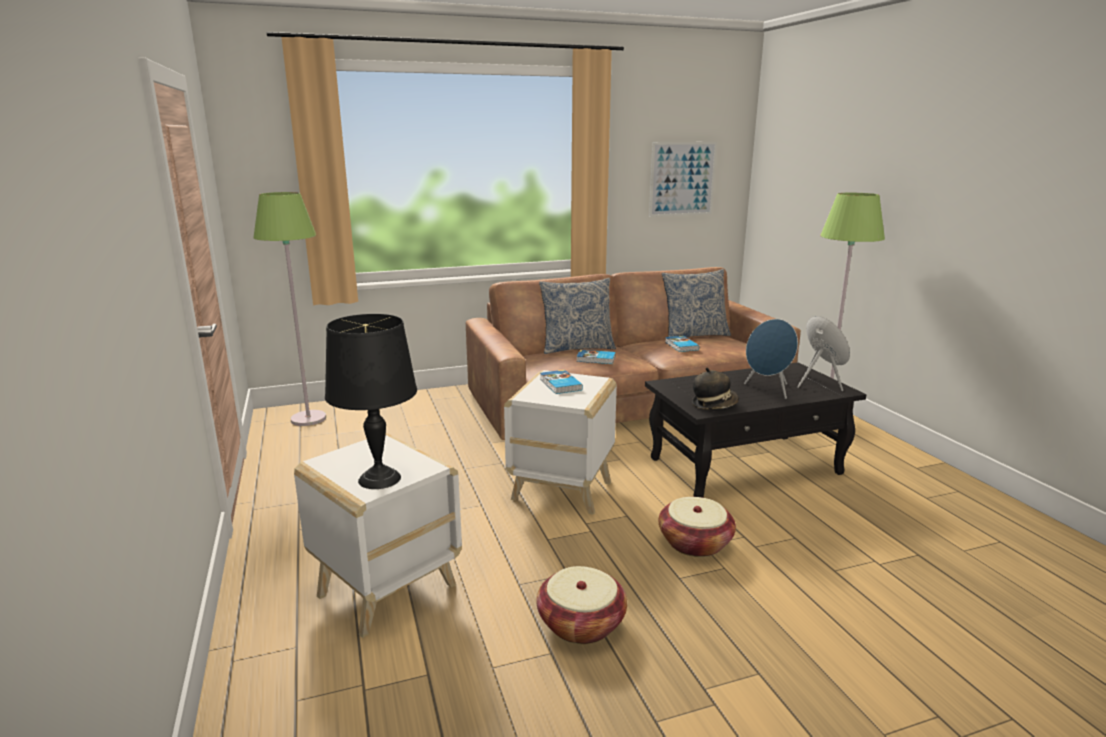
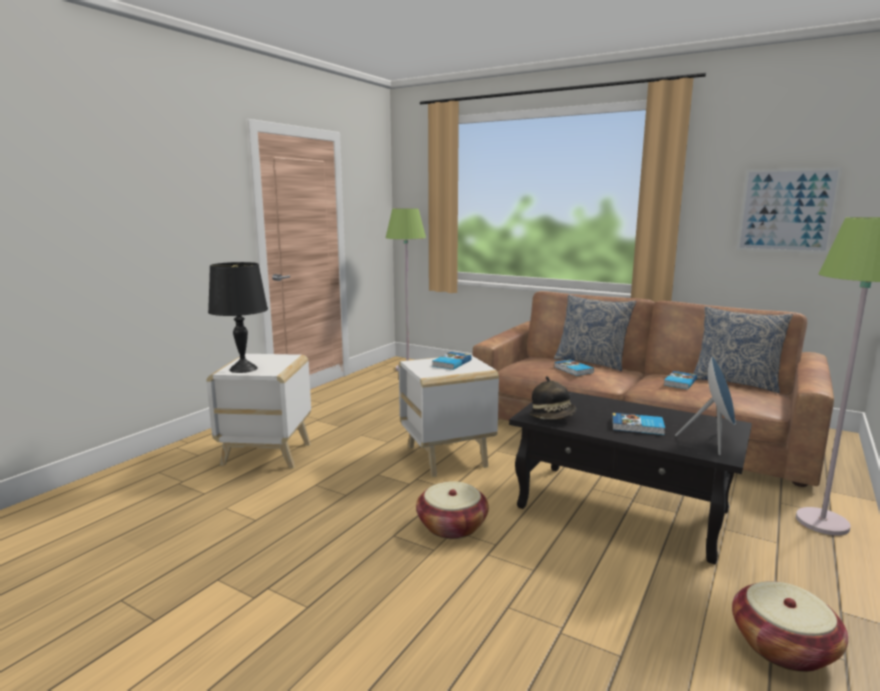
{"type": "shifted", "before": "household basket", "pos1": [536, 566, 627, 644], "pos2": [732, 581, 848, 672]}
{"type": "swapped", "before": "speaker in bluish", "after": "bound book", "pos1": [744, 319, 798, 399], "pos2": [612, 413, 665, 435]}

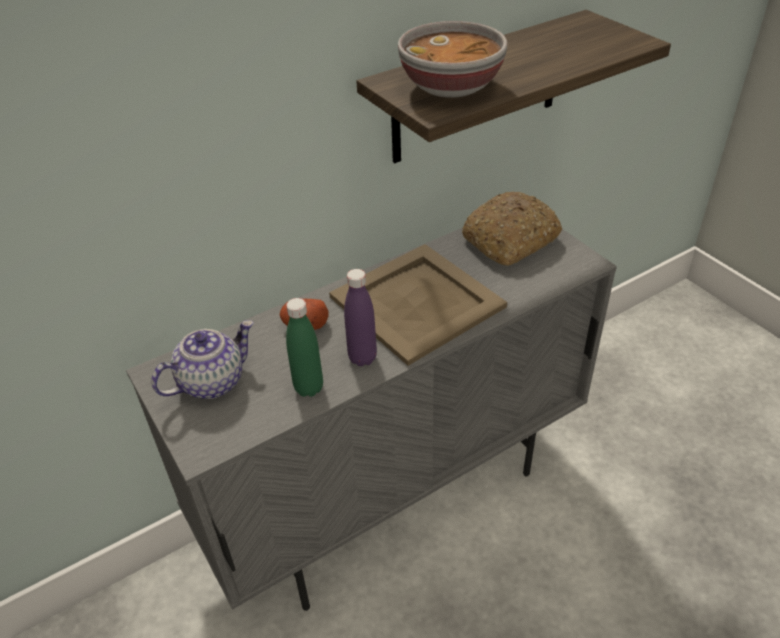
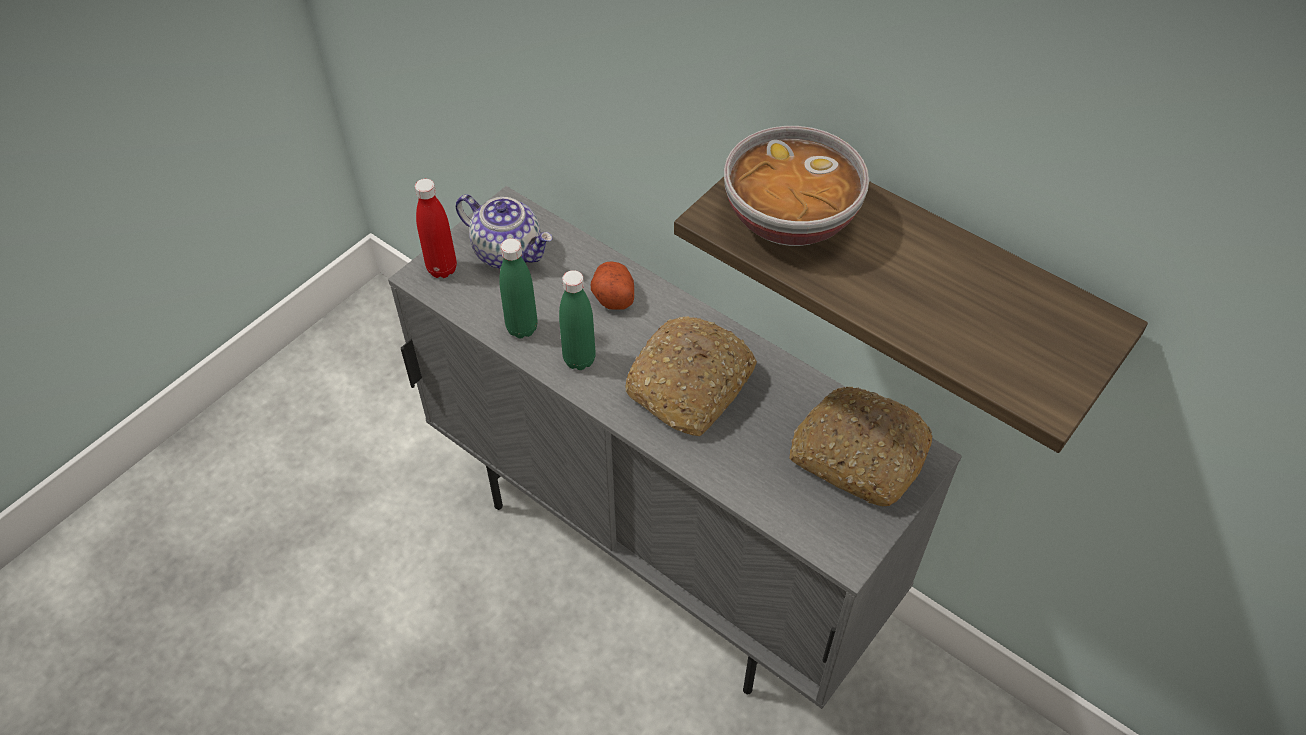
{"type": "swapped", "before": "tray in sand-coloured", "after": "baked bread", "pos1": [329, 244, 507, 366], "pos2": [625, 316, 757, 436]}
{"type": "repainted", "before": "bottle in purplish", "after": "bottle in greenish", "pos1": [344, 269, 377, 366], "pos2": [559, 270, 596, 370]}
{"type": "new", "after": "bottle in red-coloured", "pos2": [415, 179, 457, 278]}

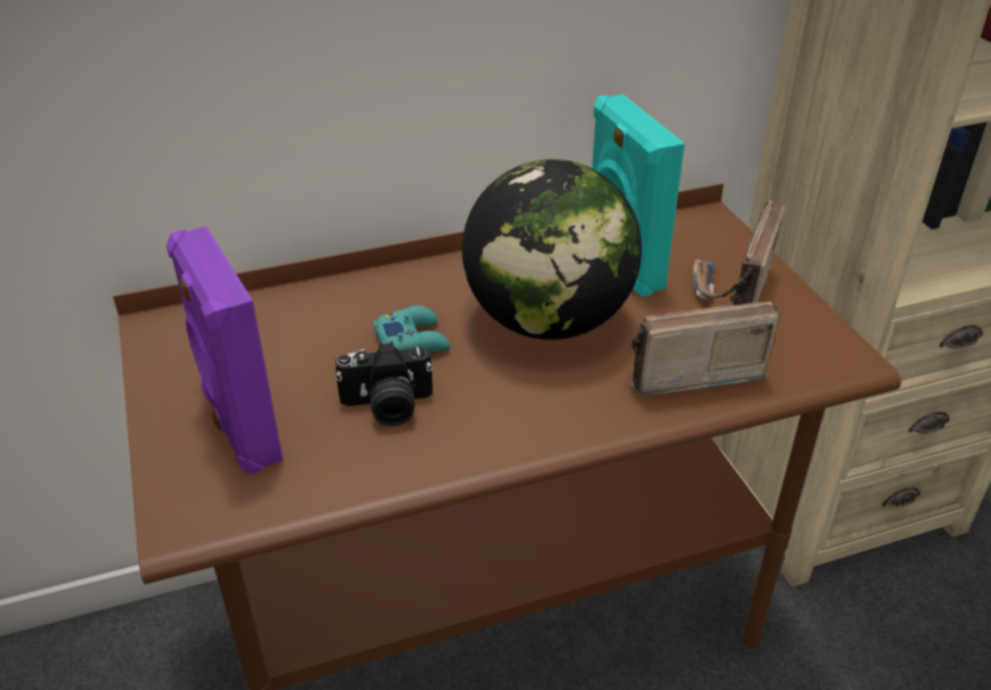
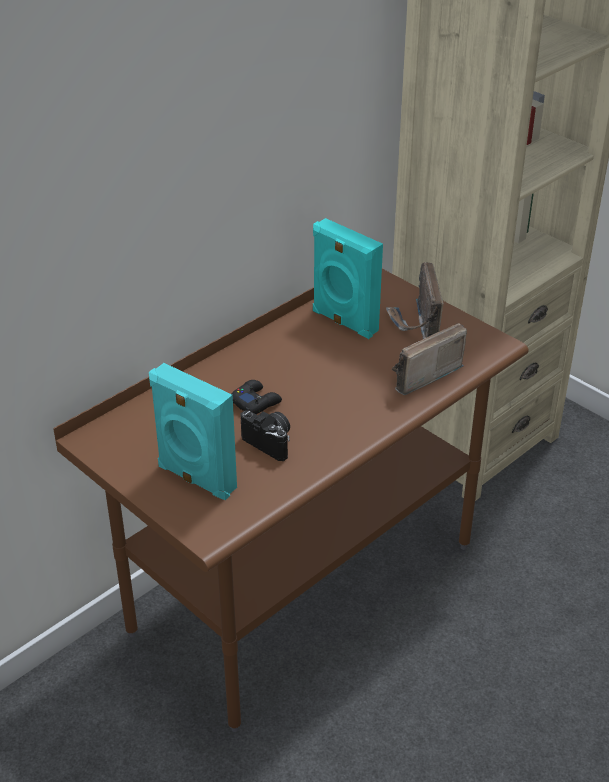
{"type": "repainted", "before": "speaker in purplish", "after": "speaker in turquoise", "pos1": [166, 226, 283, 475], "pos2": [149, 363, 237, 500]}
{"type": "rotated", "before": "still camera", "pos1": [335, 341, 433, 426], "pos2": [240, 410, 290, 461], "turn": -105}
{"type": "repainted", "before": "game controller in turquoise", "after": "game controller in black-coloured", "pos1": [373, 306, 450, 353], "pos2": [231, 380, 282, 414]}
{"type": "gone", "before": "desk globe", "pos1": [462, 159, 642, 340]}

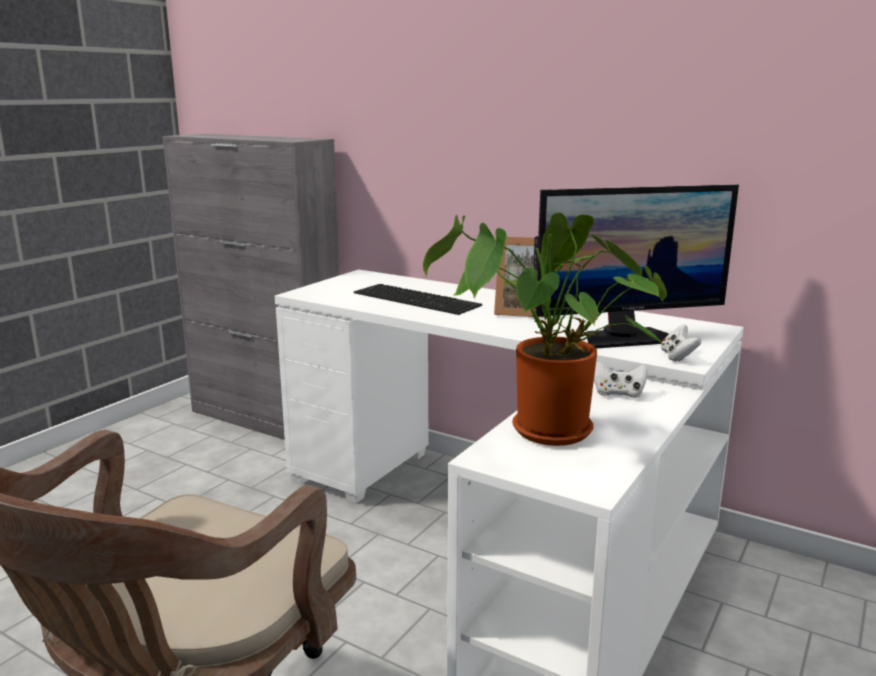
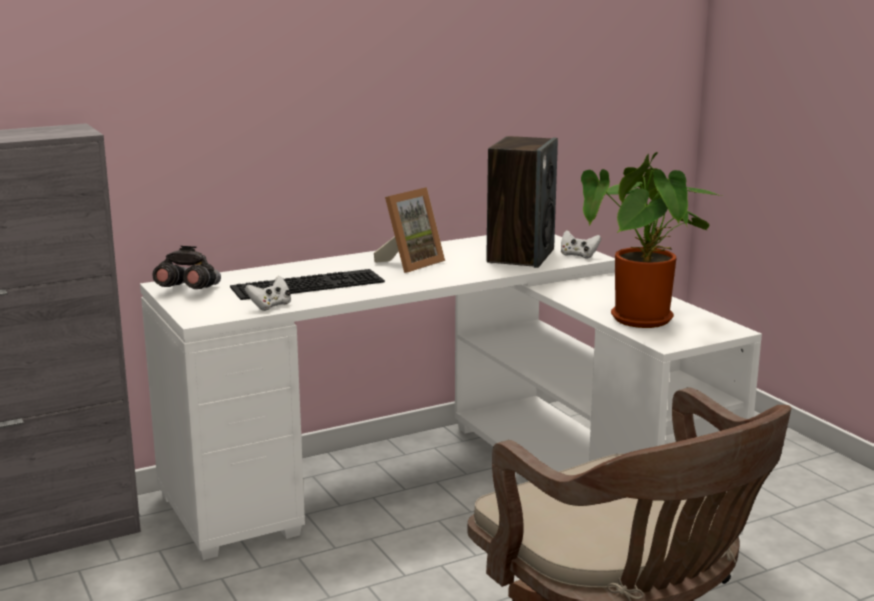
{"type": "swapped", "before": "monitor", "after": "speaker", "pos1": [533, 184, 739, 349], "pos2": [486, 136, 558, 268]}
{"type": "shifted", "before": "game controller in whitish", "pos1": [594, 361, 648, 398], "pos2": [245, 276, 291, 311]}
{"type": "new", "after": "pair of binoculars in grey", "pos2": [152, 246, 221, 289]}

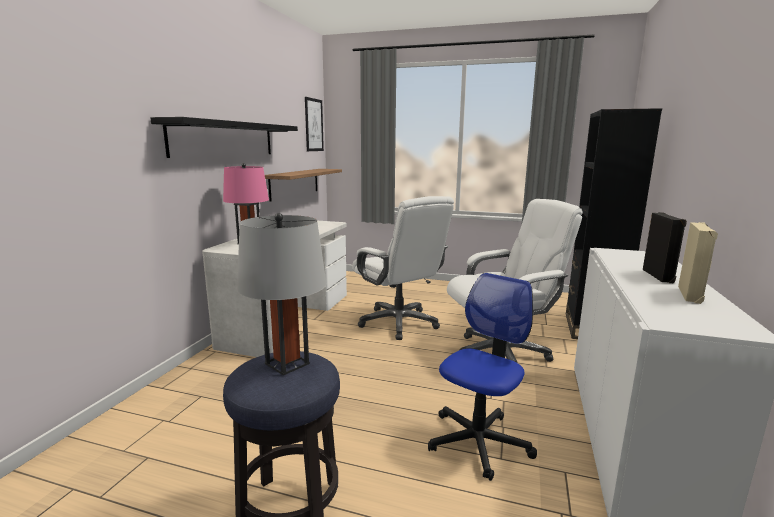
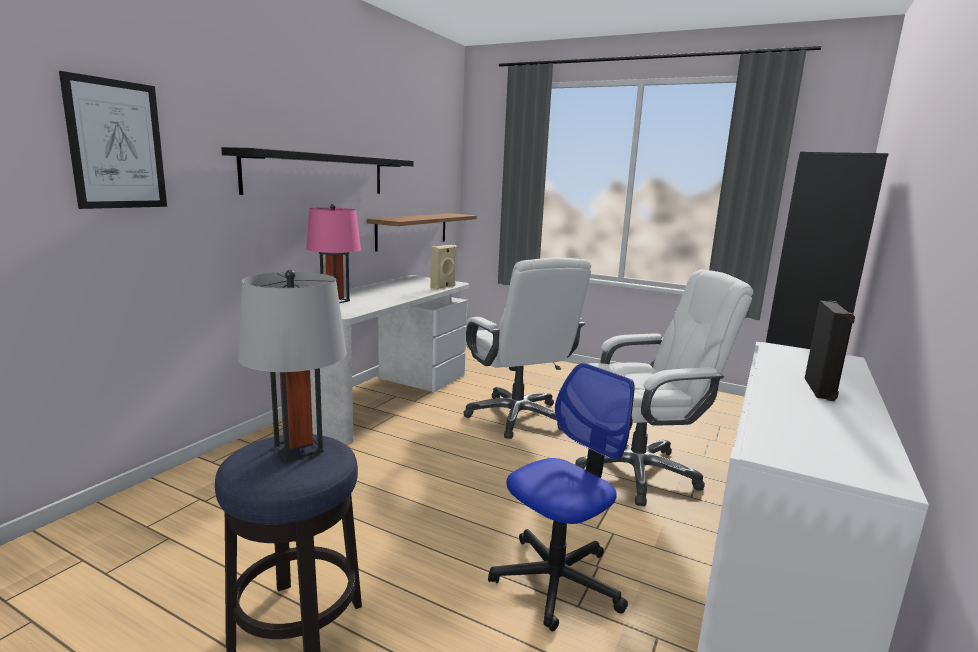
{"type": "shifted", "before": "wall picture", "pos1": [305, 97, 324, 151], "pos2": [59, 71, 167, 209]}
{"type": "shifted", "before": "speaker in sand-coloured", "pos1": [678, 222, 718, 304], "pos2": [430, 245, 456, 290]}

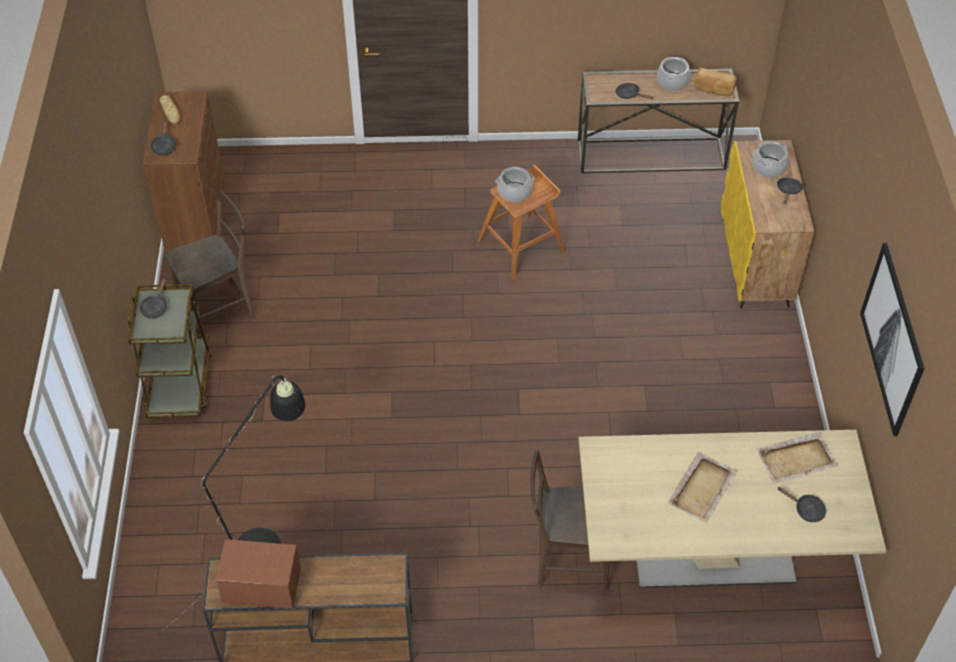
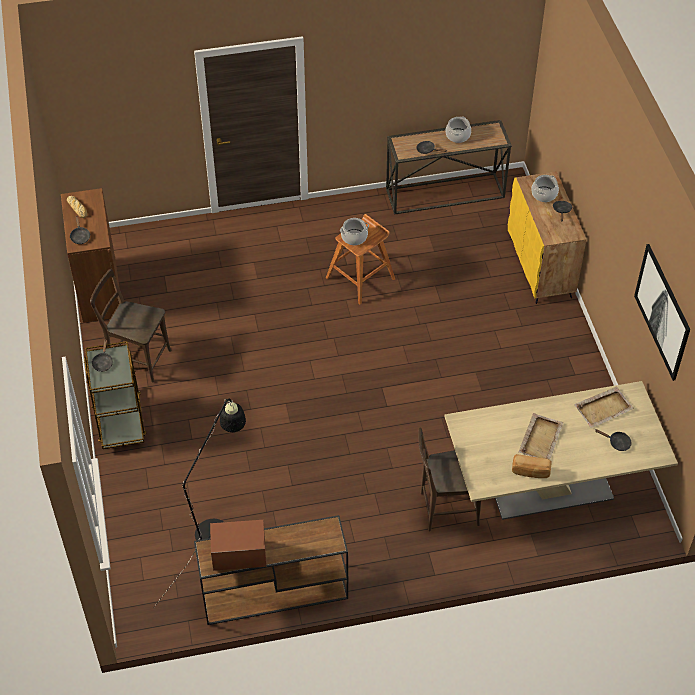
{"type": "rotated", "before": "upright chair in brown", "pos1": [164, 190, 254, 338], "pos2": [90, 269, 171, 382], "turn": -120}
{"type": "shifted", "before": "baked bread", "pos1": [694, 68, 737, 96], "pos2": [512, 454, 551, 478]}

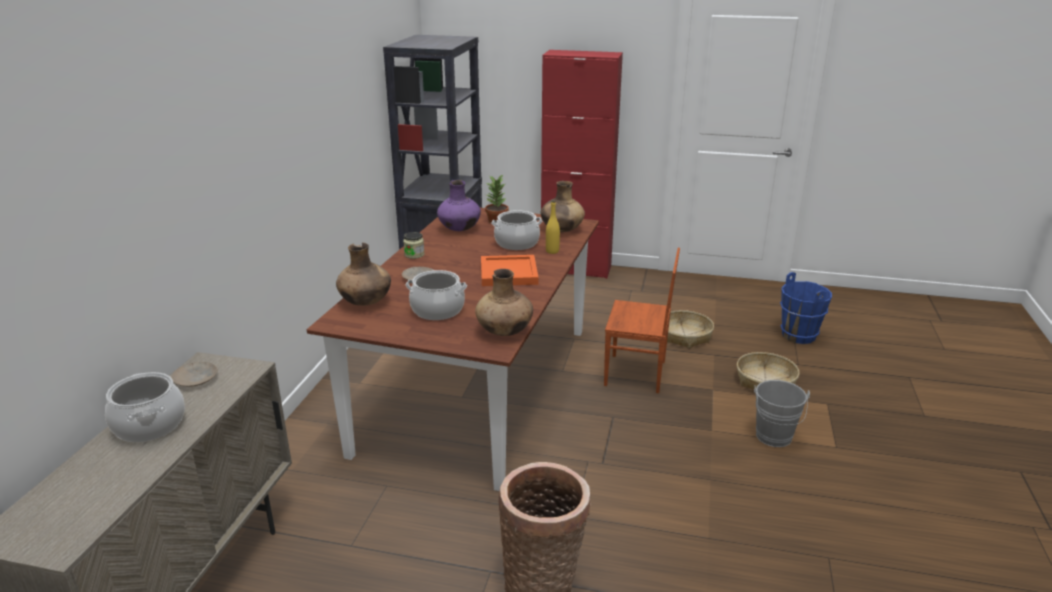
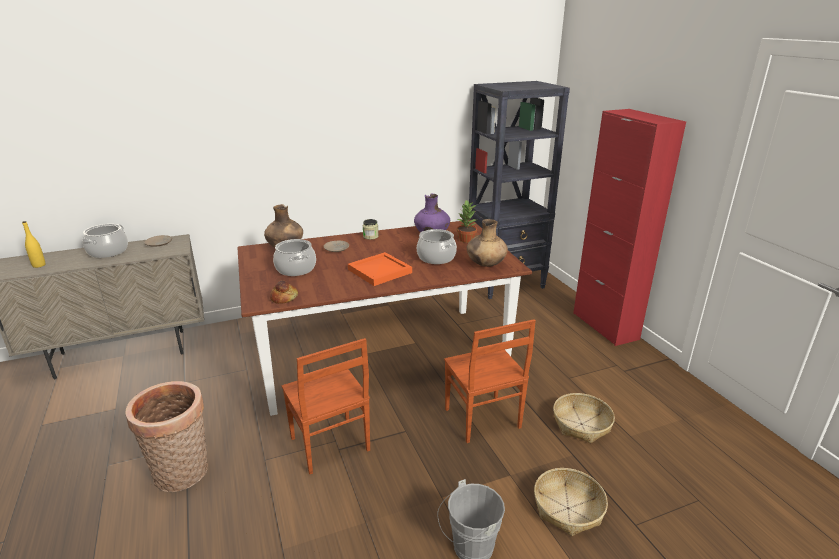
{"type": "swapped", "before": "flower vase in brown", "after": "baked bread", "pos1": [475, 269, 533, 336], "pos2": [270, 280, 298, 304]}
{"type": "shifted", "before": "bottle in yellow", "pos1": [546, 201, 560, 254], "pos2": [22, 221, 46, 268]}
{"type": "gone", "before": "pail in bluish", "pos1": [780, 272, 832, 344]}
{"type": "new", "after": "upright chair in brown", "pos2": [282, 338, 370, 474]}

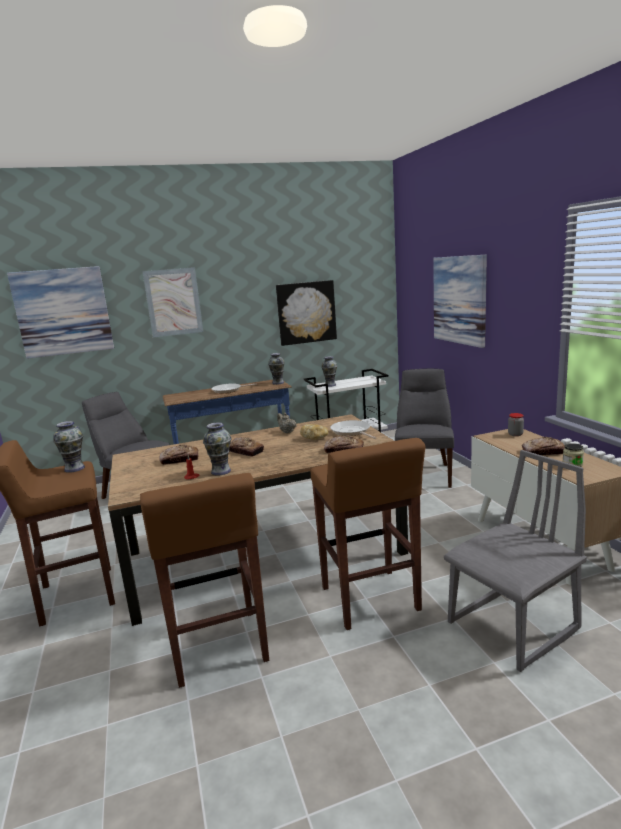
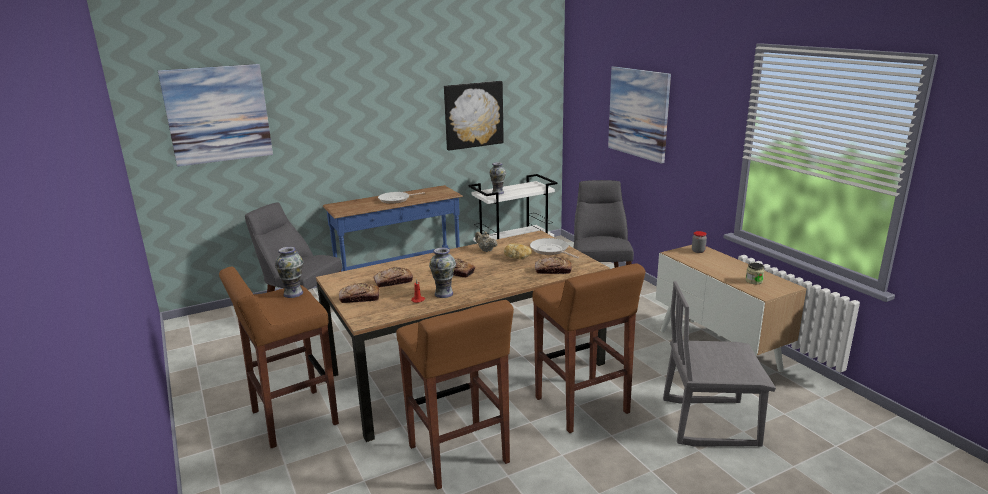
{"type": "gone", "before": "wall picture", "pos1": [142, 267, 203, 338]}
{"type": "gone", "before": "flower vase", "pos1": [268, 353, 285, 385]}
{"type": "rotated", "before": "upright chair in grey", "pos1": [444, 450, 587, 672], "pos2": [663, 281, 776, 447], "turn": -135}
{"type": "shifted", "before": "baked bread", "pos1": [522, 437, 565, 455], "pos2": [339, 283, 379, 303]}

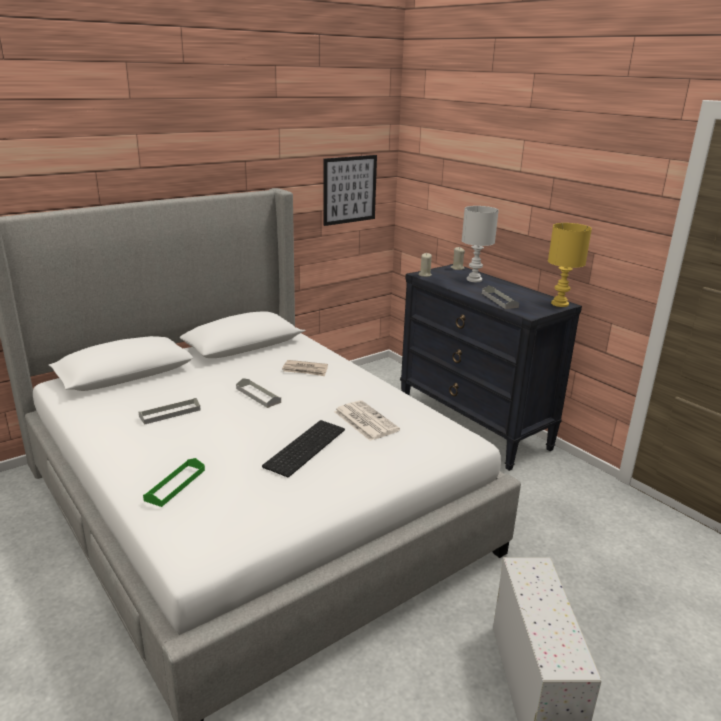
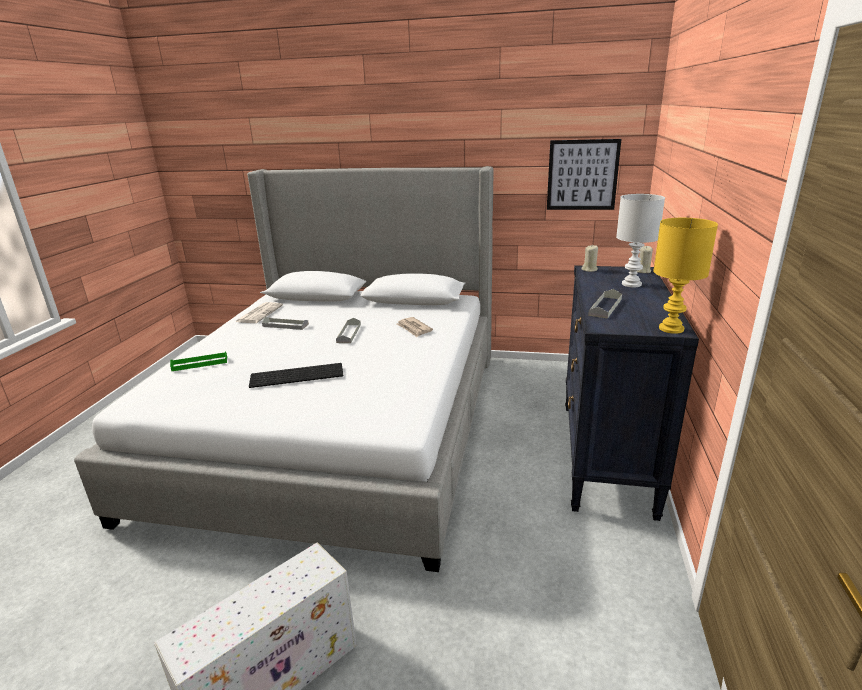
{"type": "shifted", "before": "printed paper", "pos1": [334, 400, 400, 441], "pos2": [236, 302, 283, 323]}

